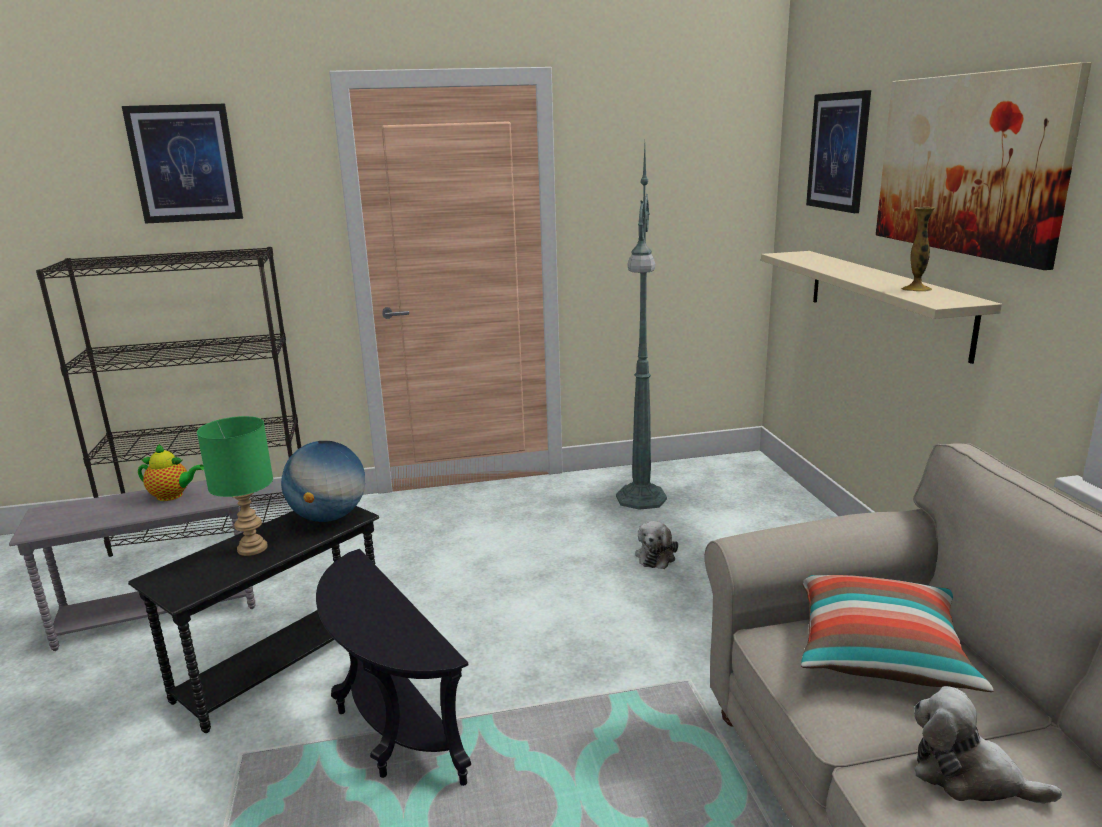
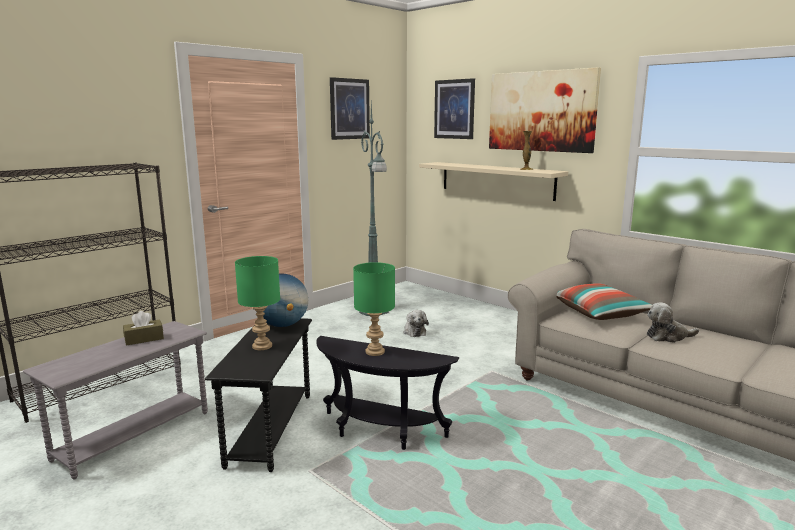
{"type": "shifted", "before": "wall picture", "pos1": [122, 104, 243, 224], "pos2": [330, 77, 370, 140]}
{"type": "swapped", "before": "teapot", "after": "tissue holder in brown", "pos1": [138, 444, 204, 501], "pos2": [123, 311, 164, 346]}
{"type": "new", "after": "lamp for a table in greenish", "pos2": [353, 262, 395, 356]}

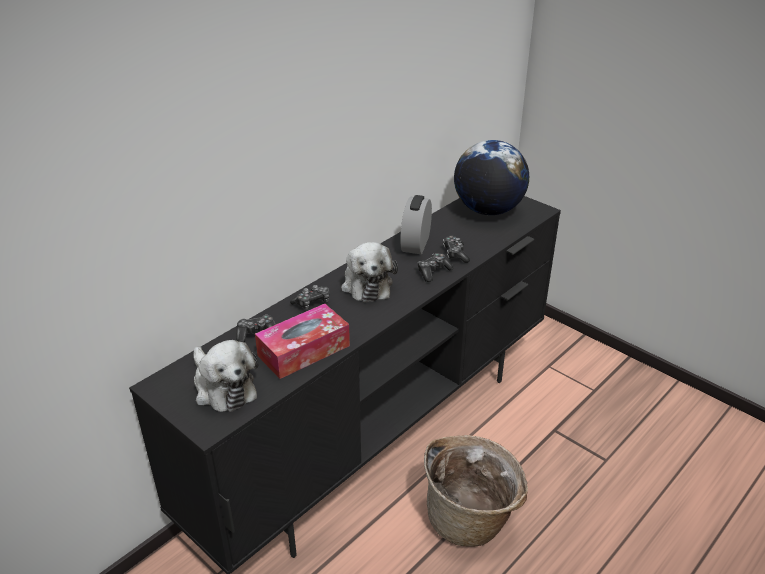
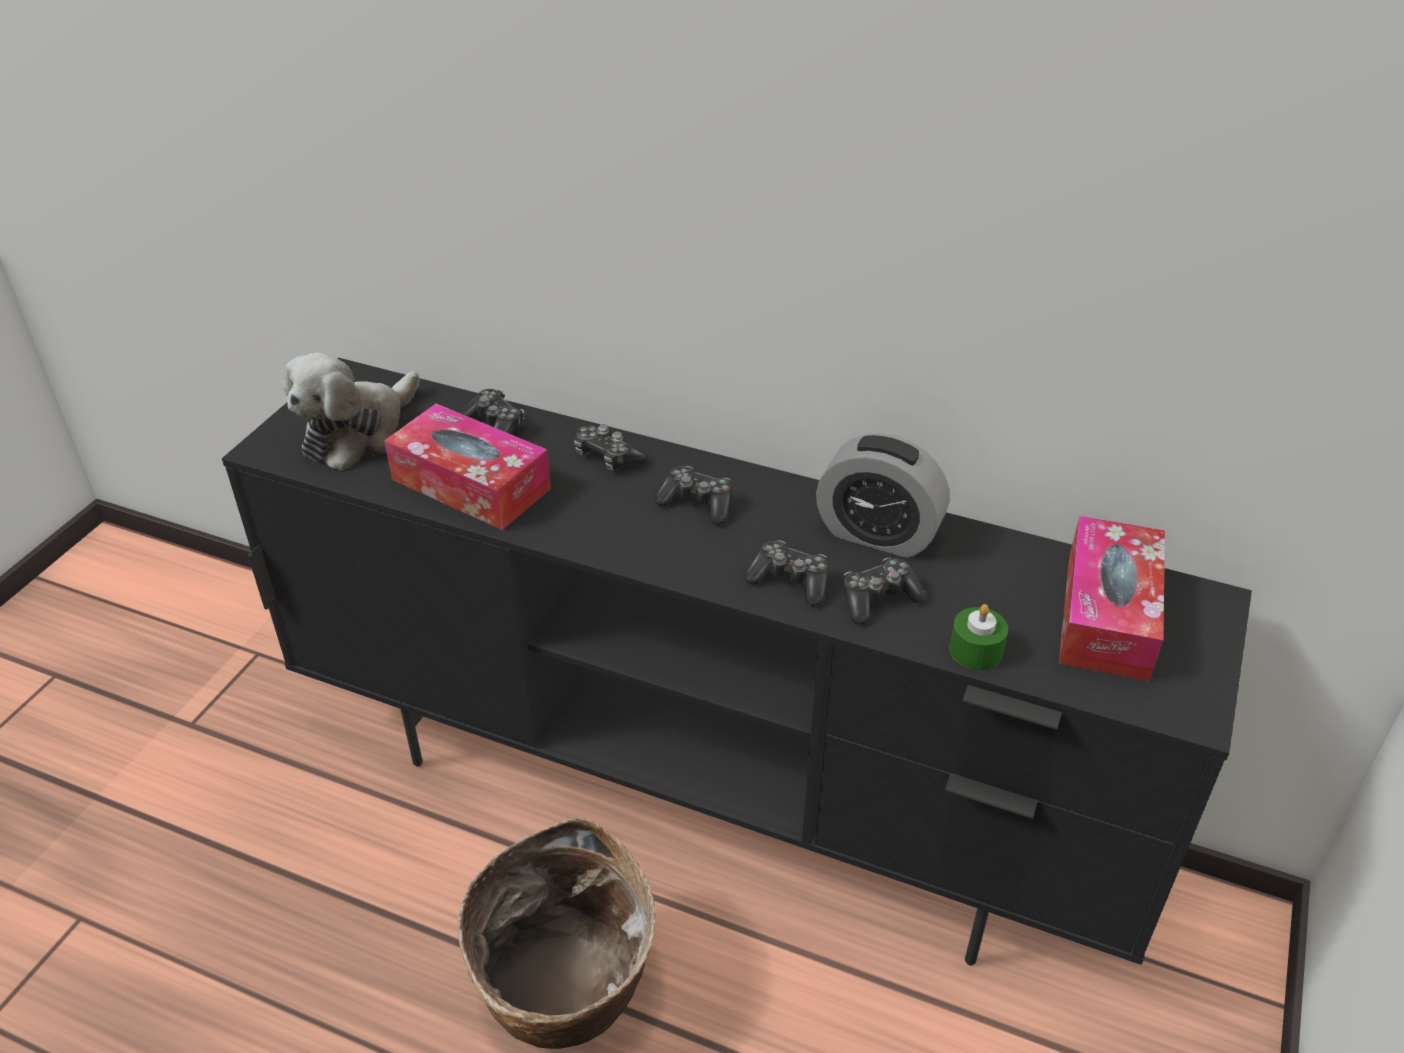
{"type": "swapped", "before": "cuddly toy", "after": "game controller", "pos1": [341, 242, 398, 302], "pos2": [655, 466, 732, 524]}
{"type": "rotated", "before": "alarm clock", "pos1": [400, 195, 432, 254], "pos2": [816, 433, 949, 558], "turn": -150}
{"type": "swapped", "before": "desk globe", "after": "tissue holder", "pos1": [454, 140, 529, 215], "pos2": [1059, 516, 1165, 681]}
{"type": "new", "after": "candle in greenish", "pos2": [950, 604, 1008, 670]}

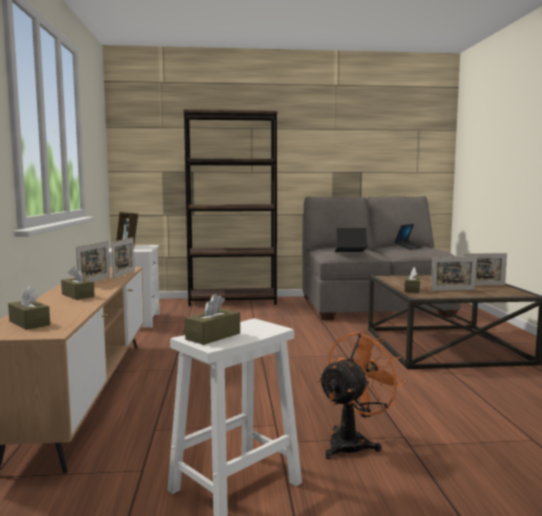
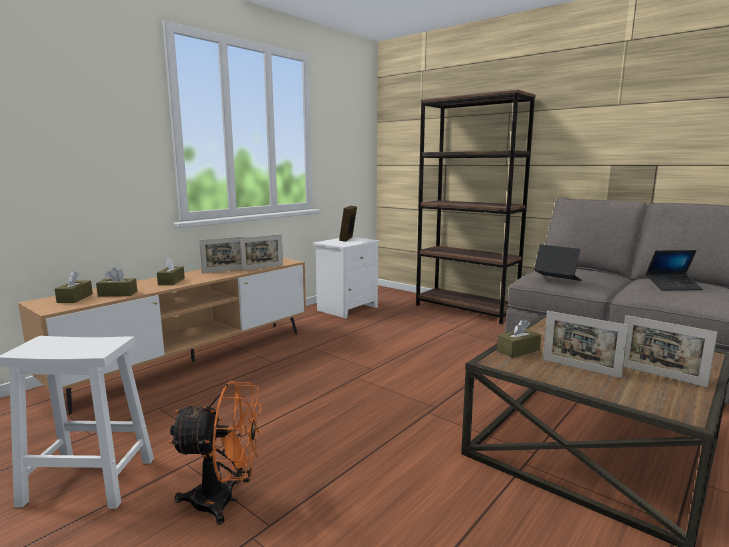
{"type": "shifted", "before": "tissue holder in brown", "pos1": [185, 294, 240, 345], "pos2": [96, 268, 137, 297]}

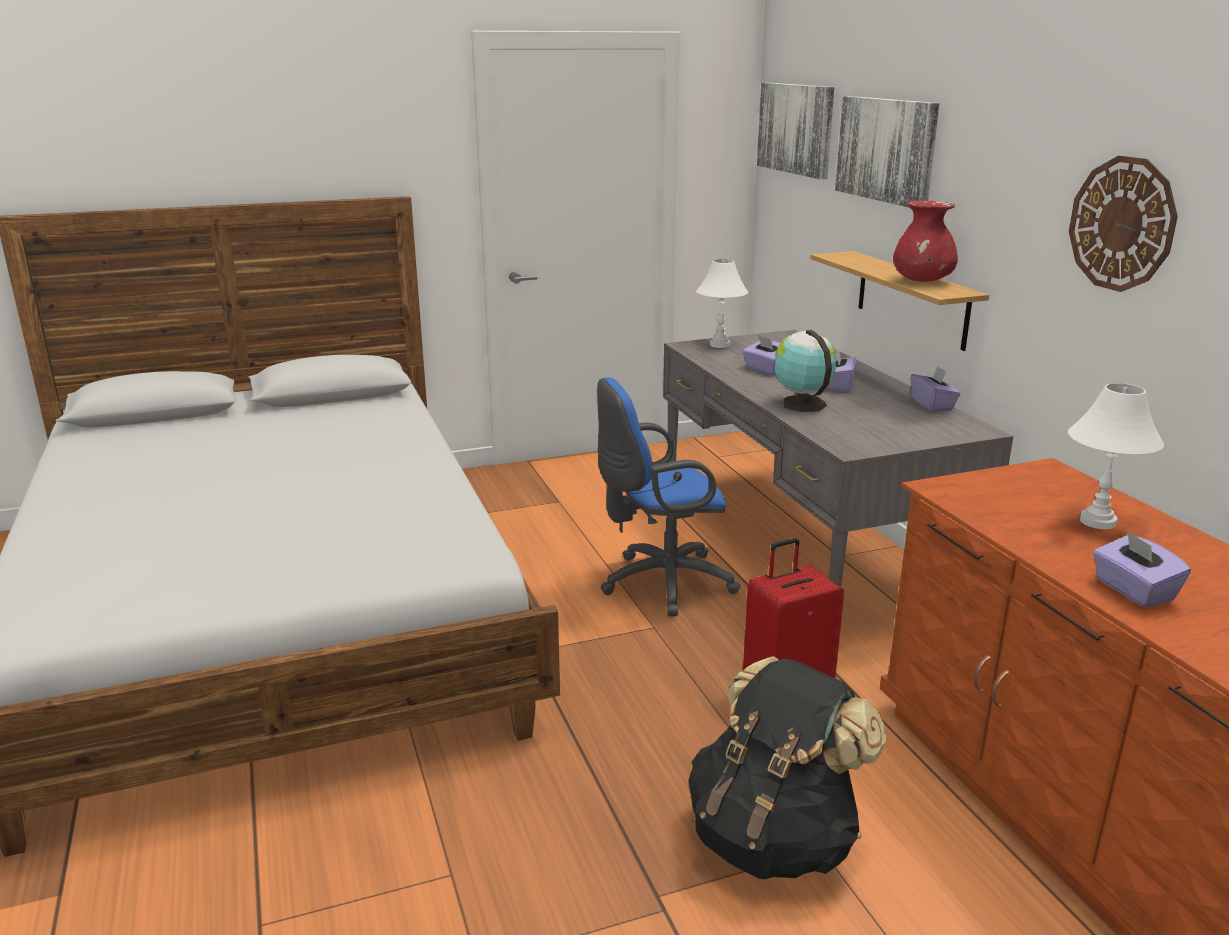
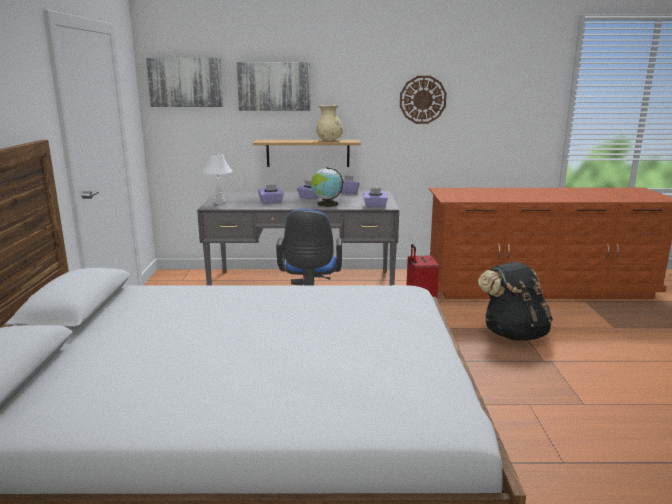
{"type": "repainted", "before": "flower vase in red-coloured", "after": "flower vase in sand-coloured", "pos1": [893, 200, 958, 282], "pos2": [316, 105, 343, 141]}
{"type": "gone", "before": "lamp for a table in whitish", "pos1": [1068, 383, 1164, 529]}
{"type": "shifted", "before": "tissue holder in purplish", "pos1": [1093, 531, 1191, 607], "pos2": [363, 188, 388, 207]}

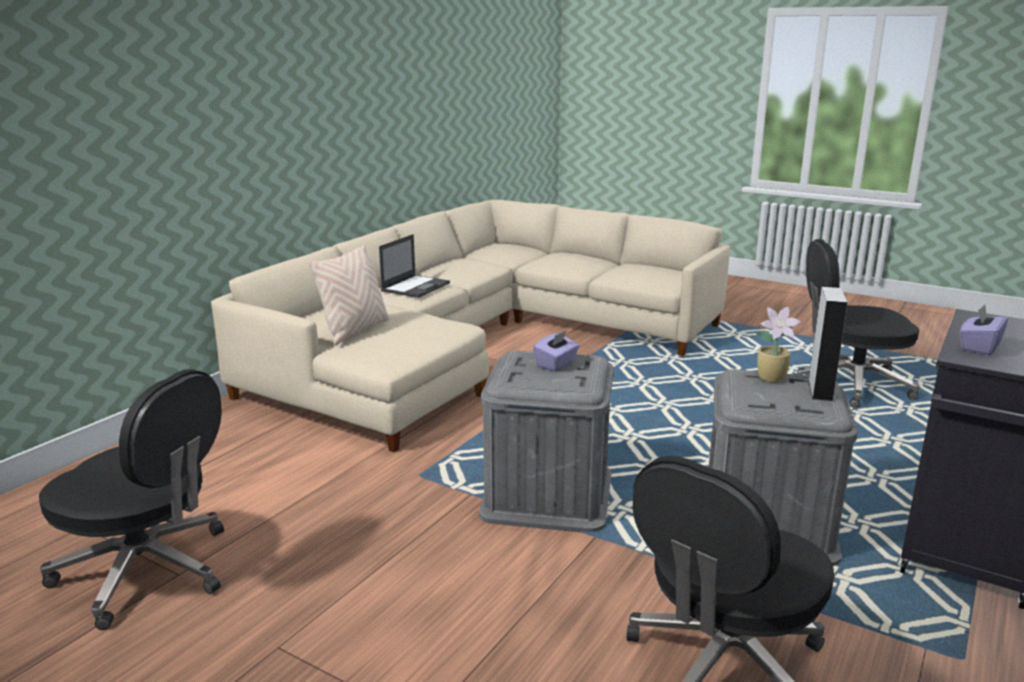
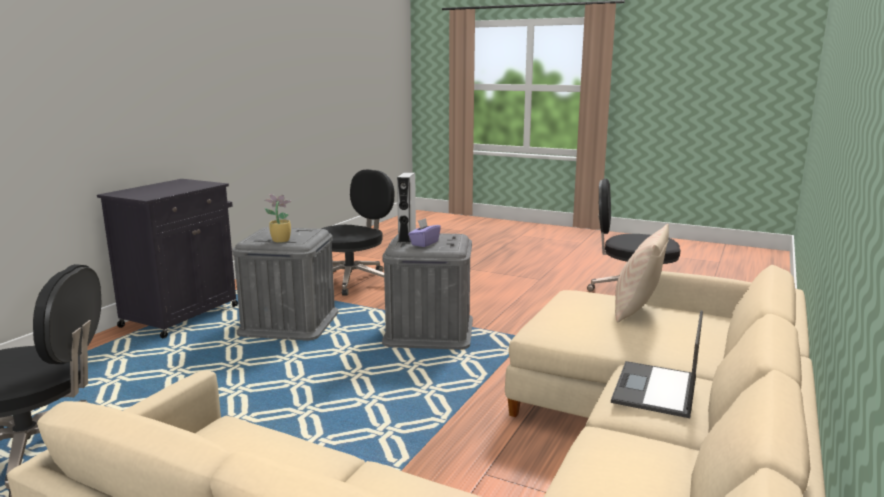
{"type": "shifted", "before": "speaker in grey", "pos1": [808, 287, 848, 401], "pos2": [397, 172, 416, 243]}
{"type": "gone", "before": "tissue holder in purplish", "pos1": [960, 305, 1008, 356]}

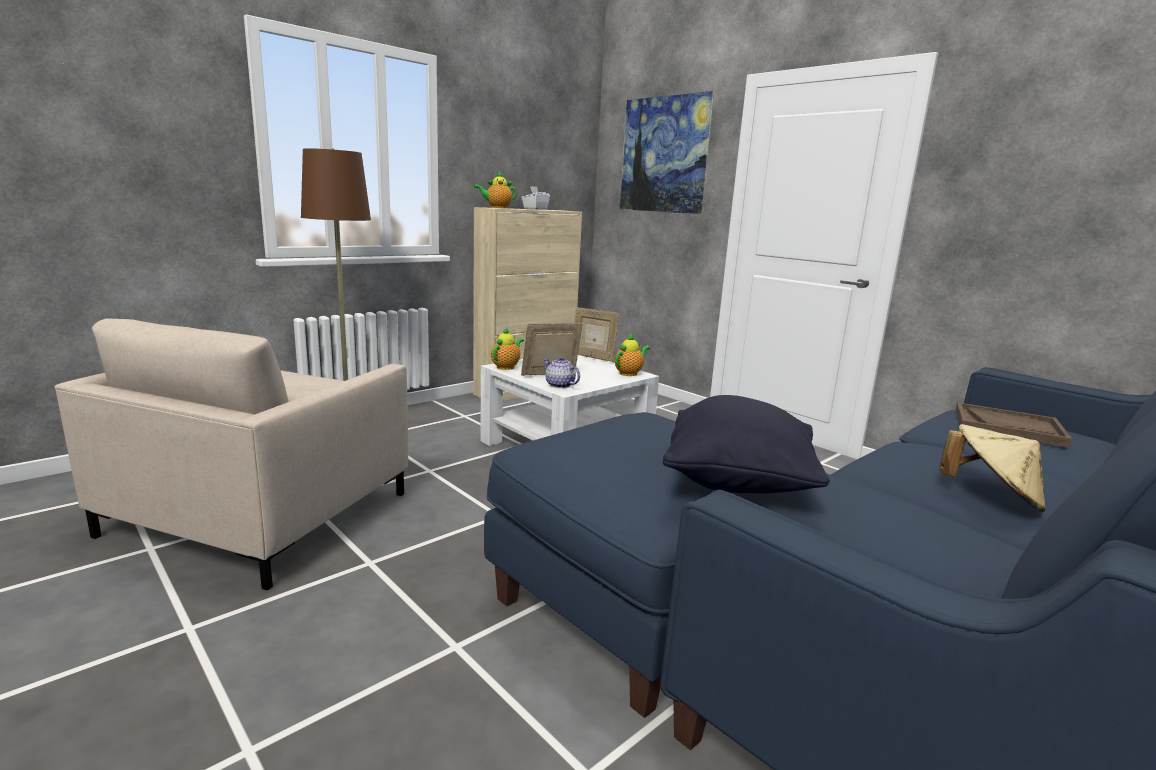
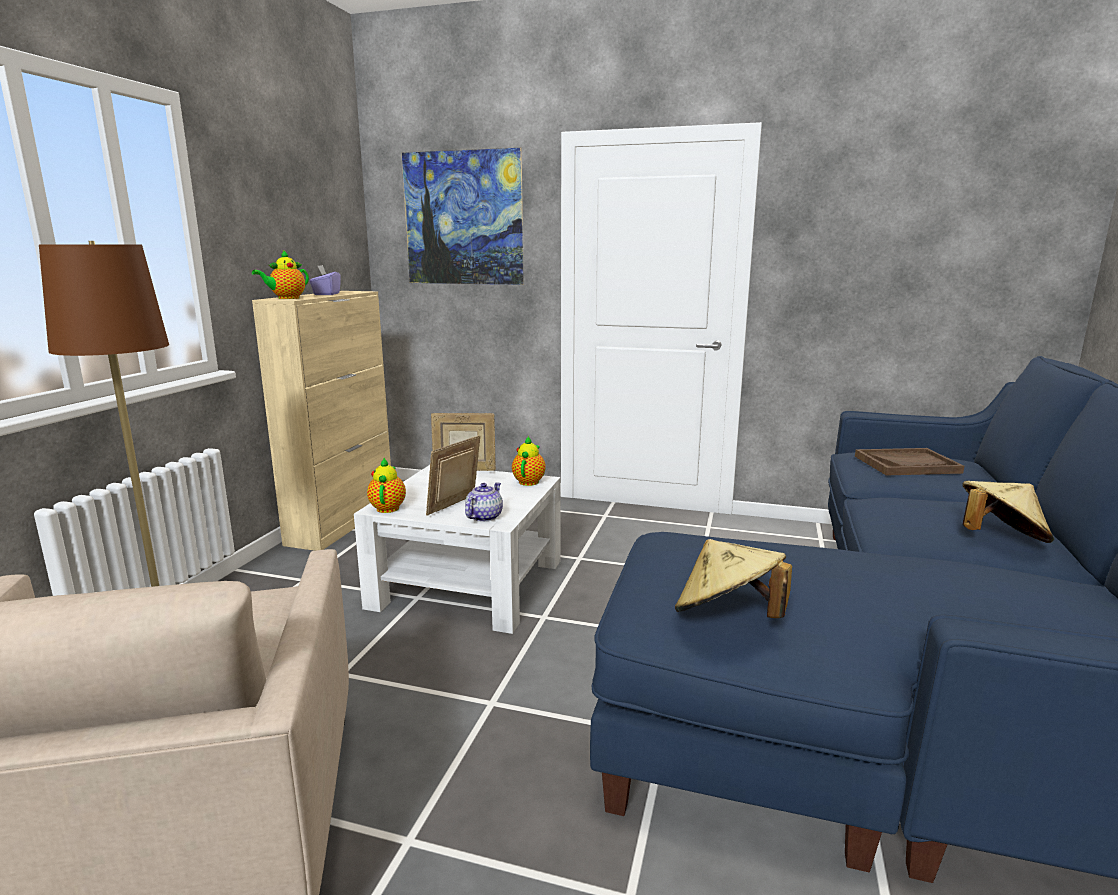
{"type": "repainted", "before": "tissue holder in whitish", "after": "tissue holder in purplish", "pos1": [521, 186, 550, 210], "pos2": [309, 265, 341, 295]}
{"type": "rotated", "before": "teapot", "pos1": [543, 357, 580, 388], "pos2": [465, 482, 503, 522], "turn": 105}
{"type": "gone", "before": "cushion in black-coloured", "pos1": [662, 395, 830, 494]}
{"type": "new", "after": "hat in sand-coloured", "pos2": [675, 539, 792, 618]}

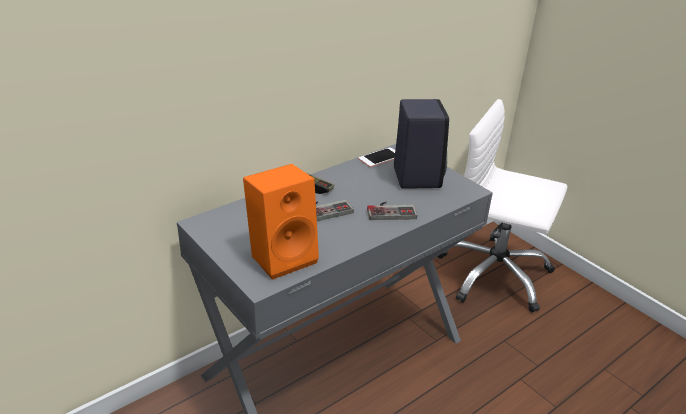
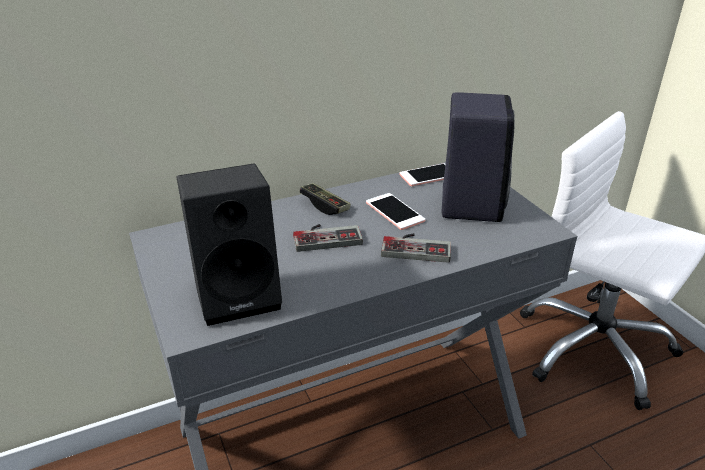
{"type": "repainted", "before": "speaker in orange", "after": "speaker in black-coloured", "pos1": [243, 164, 319, 280], "pos2": [176, 163, 282, 326]}
{"type": "new", "after": "phone", "pos2": [366, 193, 425, 230]}

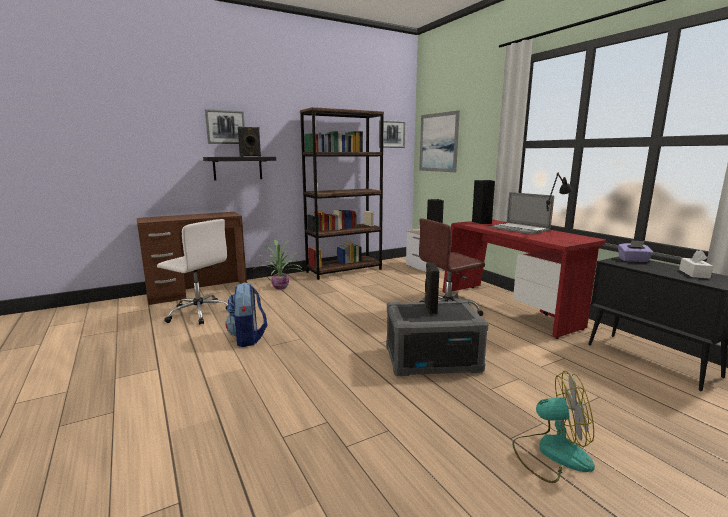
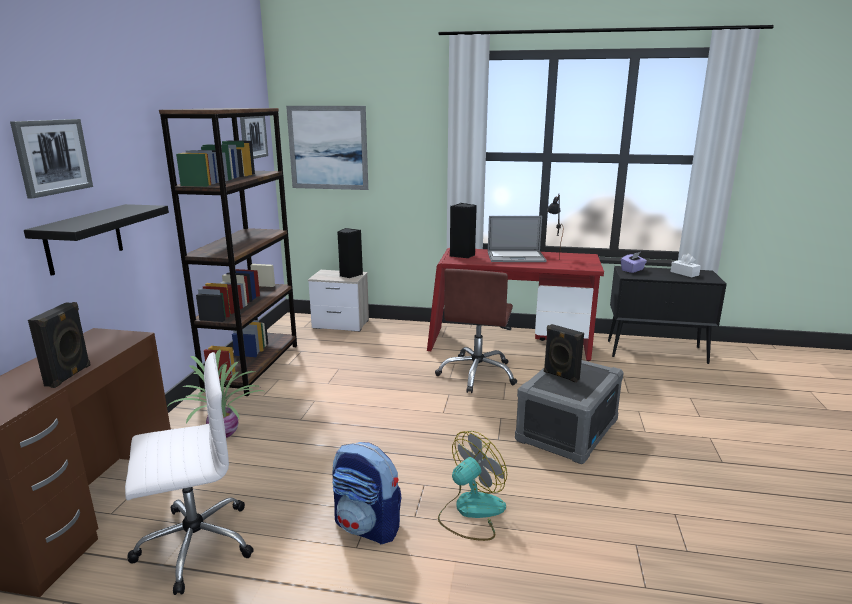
{"type": "shifted", "before": "speaker in black-coloured", "pos1": [238, 126, 261, 157], "pos2": [28, 302, 91, 388]}
{"type": "shifted", "before": "fan", "pos1": [512, 370, 595, 483], "pos2": [438, 431, 507, 541]}

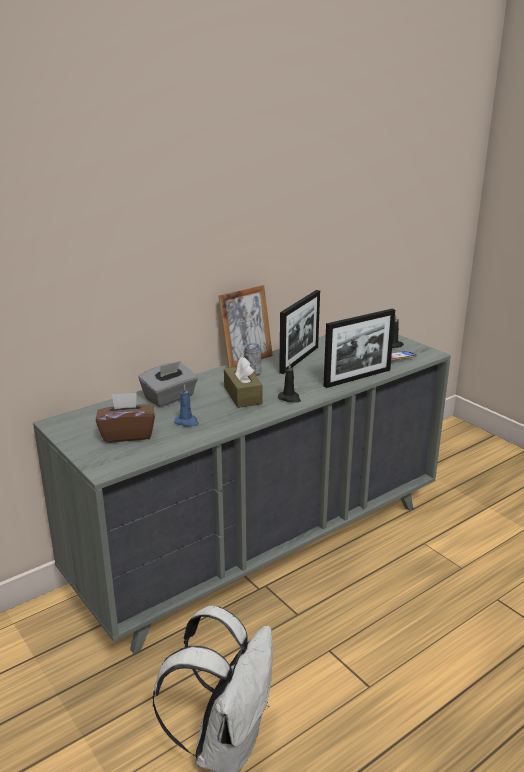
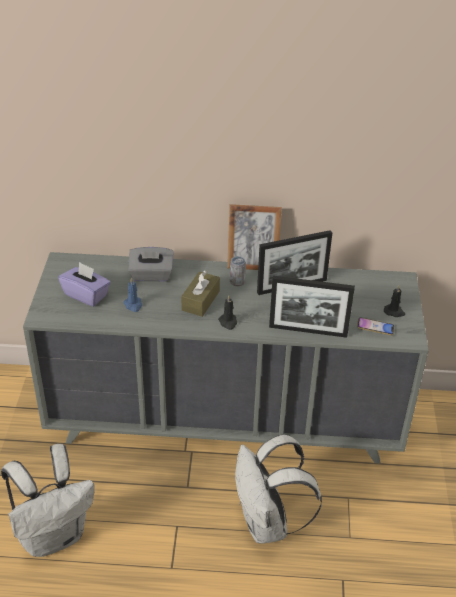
{"type": "repainted", "before": "tissue holder in brown", "after": "tissue holder in purplish", "pos1": [96, 392, 155, 443], "pos2": [58, 262, 111, 307]}
{"type": "new", "after": "rucksack in whitish", "pos2": [235, 434, 322, 544]}

